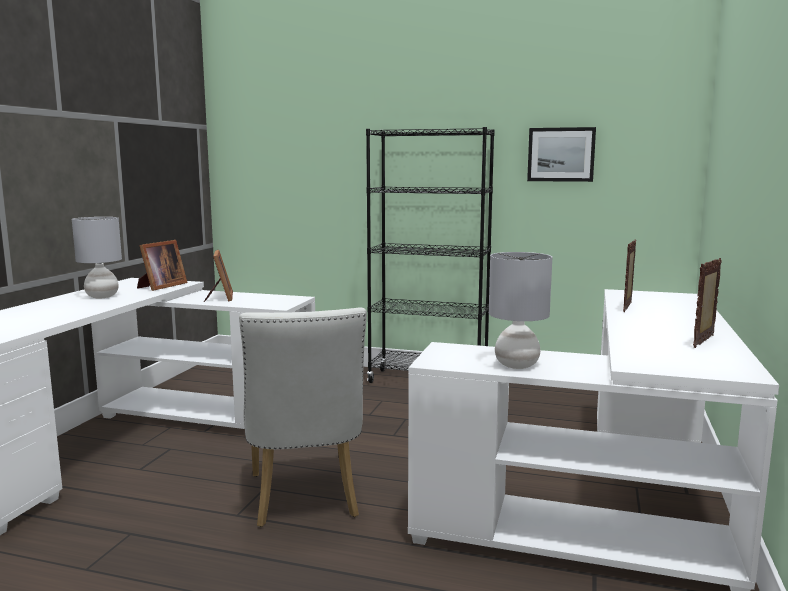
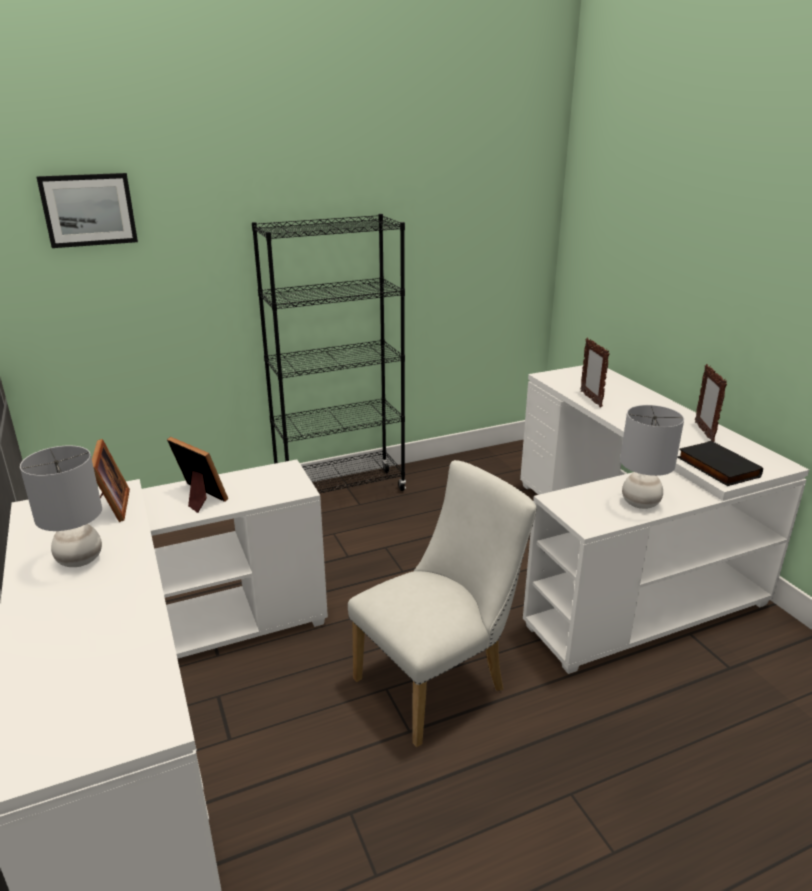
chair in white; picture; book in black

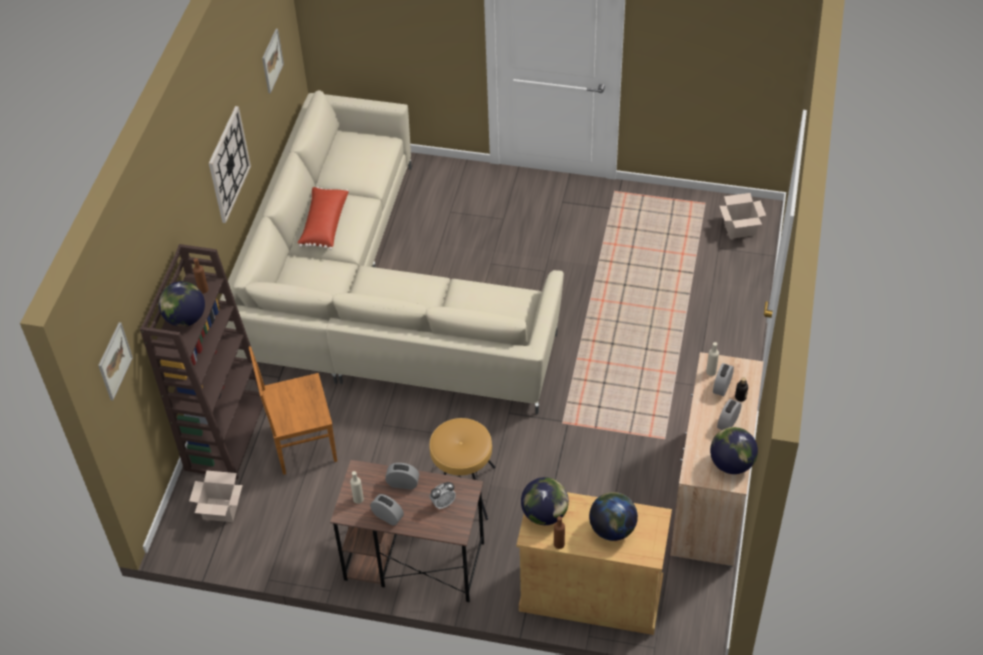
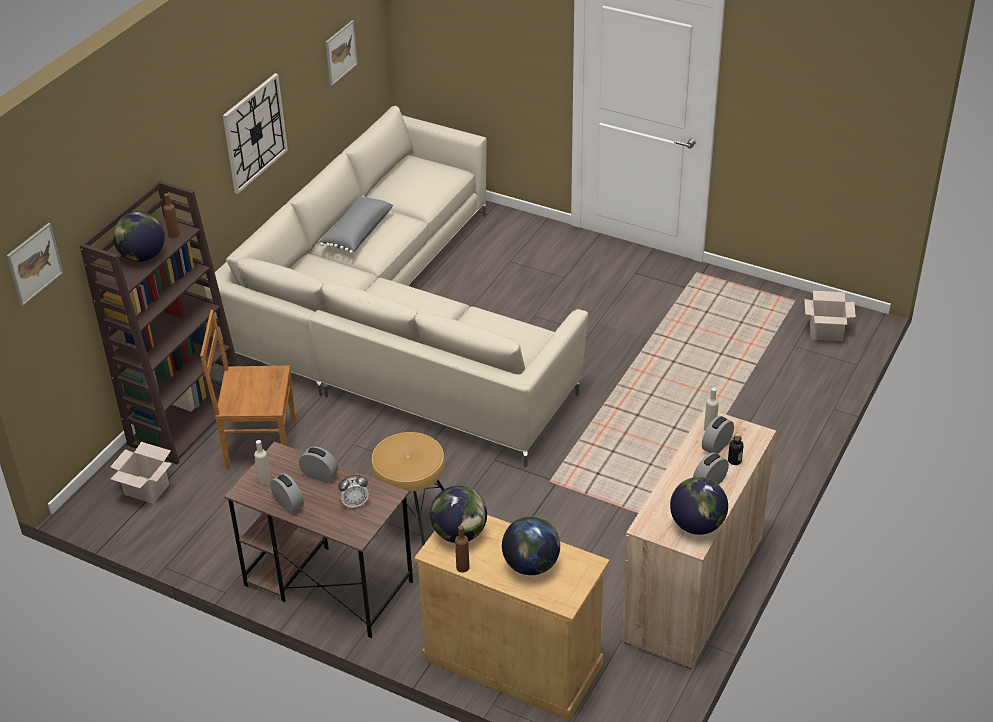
pillow in grey

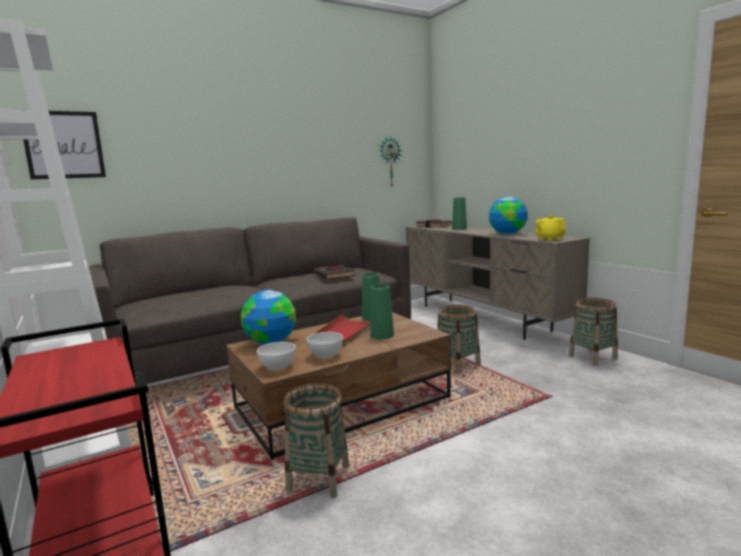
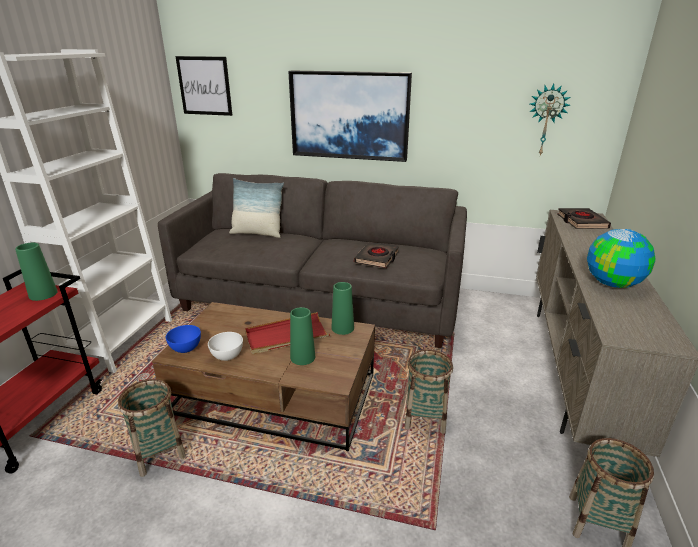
globe (1st from left in the first image); bowl in blue; vase in green (1st from left); teapot in yellow; pillow; picture (2nd from left)

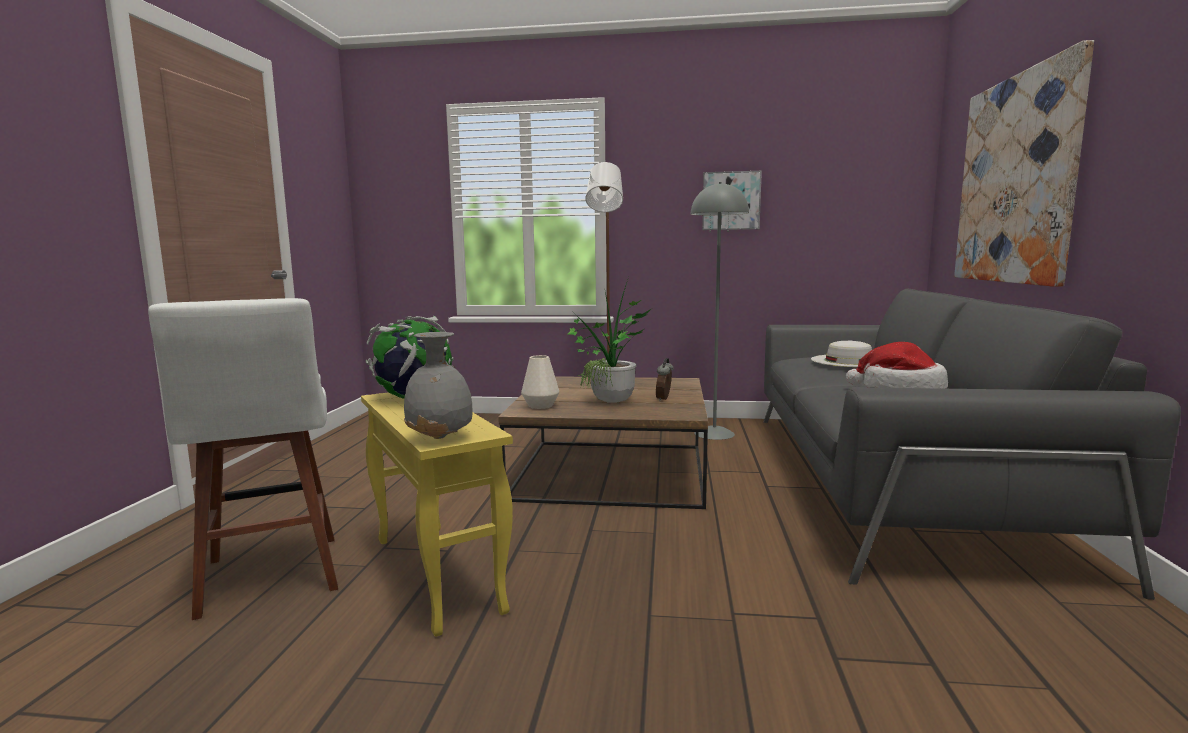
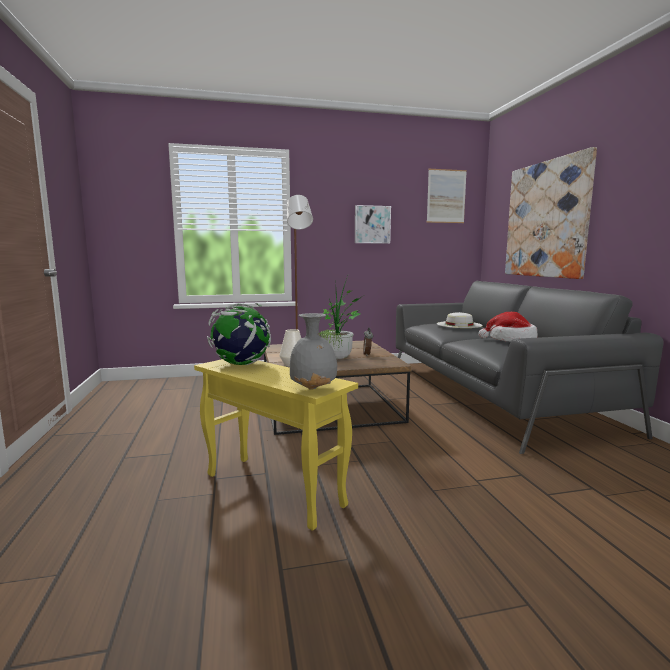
stool in white; floor lamp in grey; picture (2nd from left)

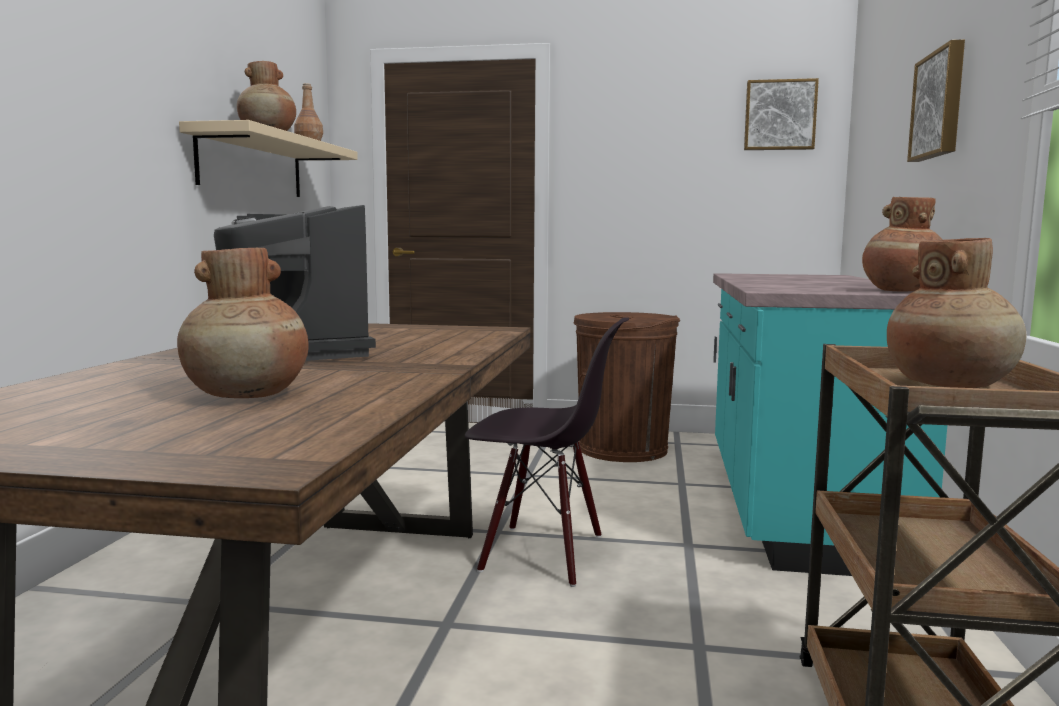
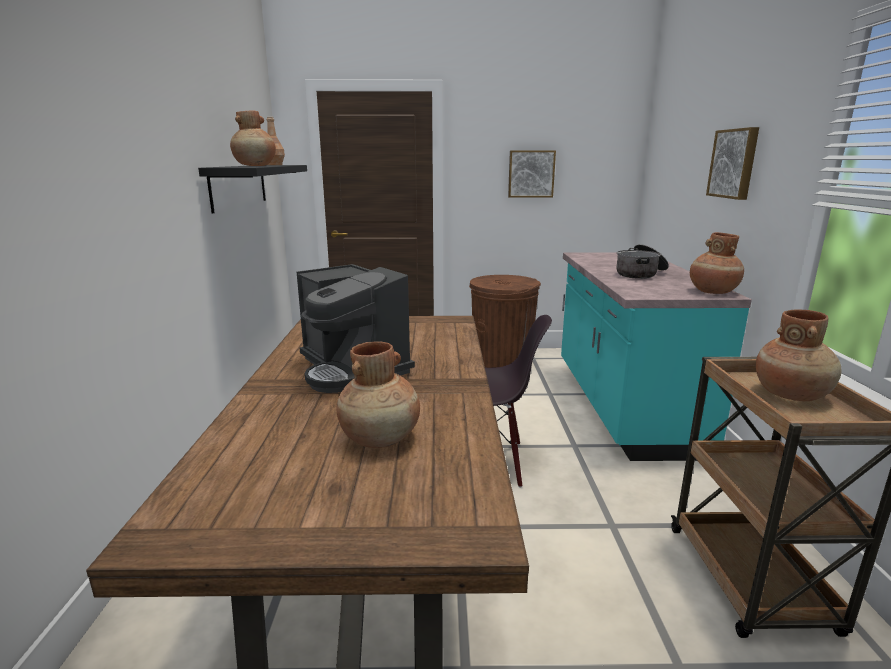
shelf in black; picture (1st from left); cooking pot

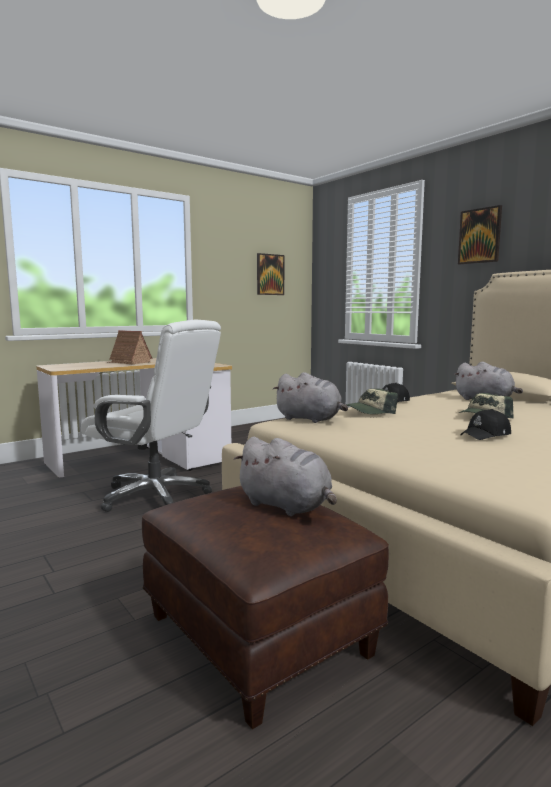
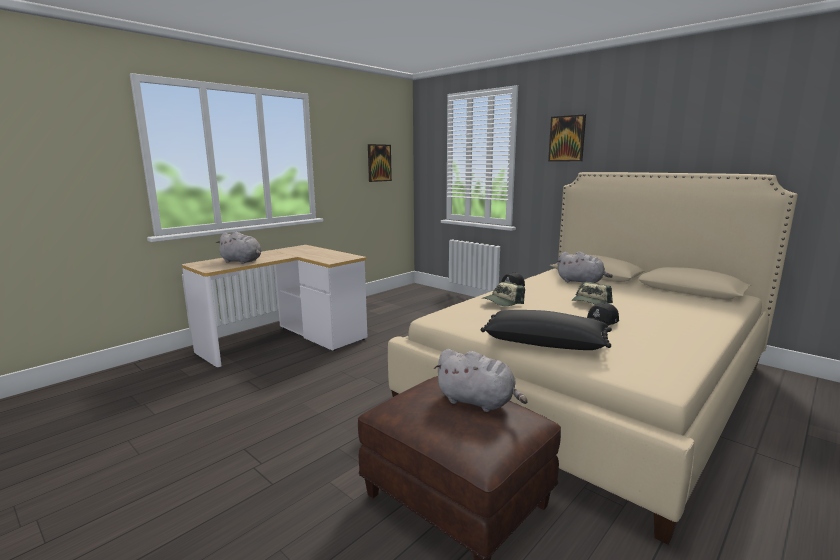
office chair in white; toy house; plush toy in grey (1st from left); pillow in black

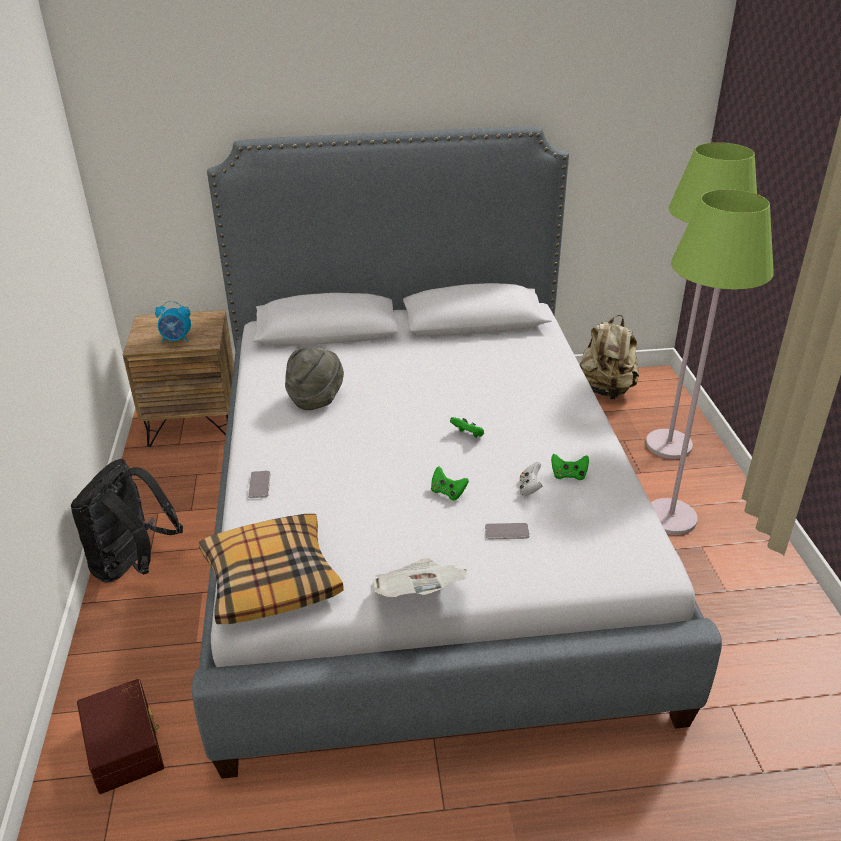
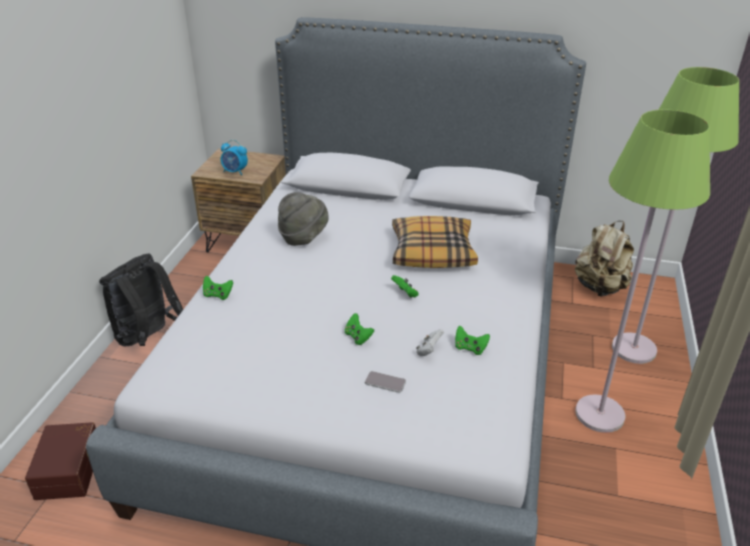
pillow; game controller in green (1st from left); newspaper

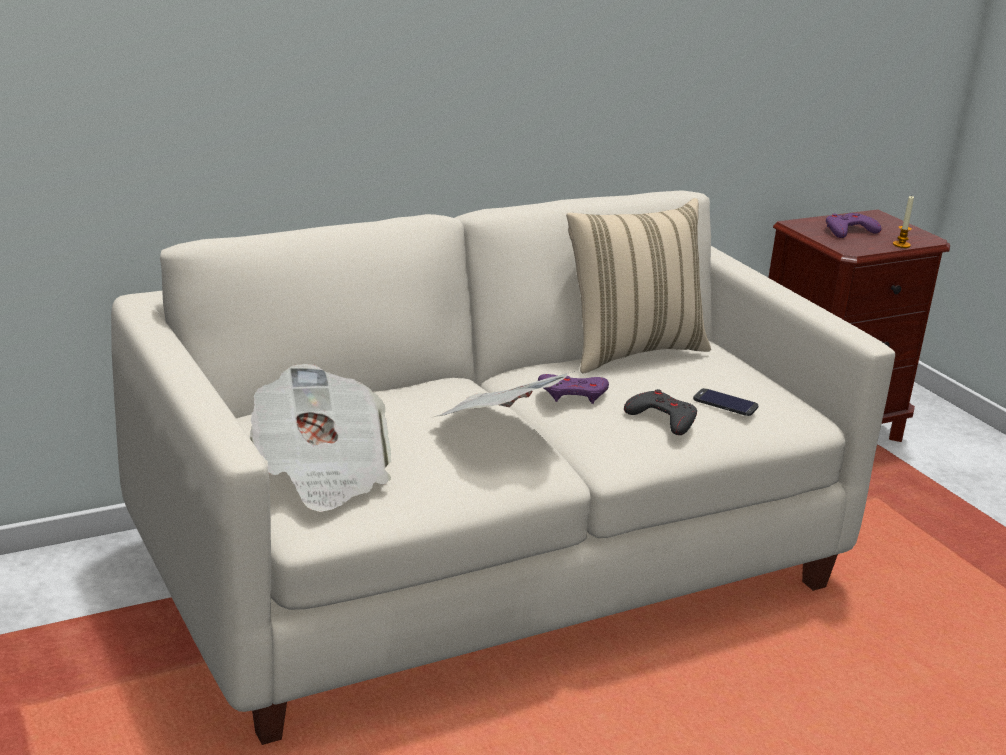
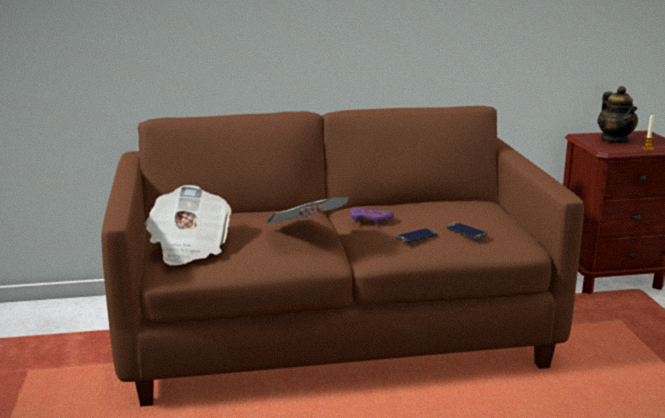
sofa in brown; pillow in beige; phone (1st from left); teapot

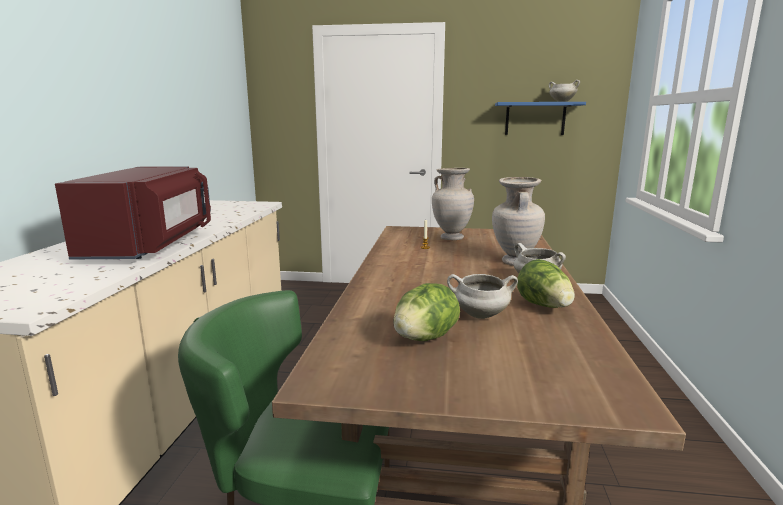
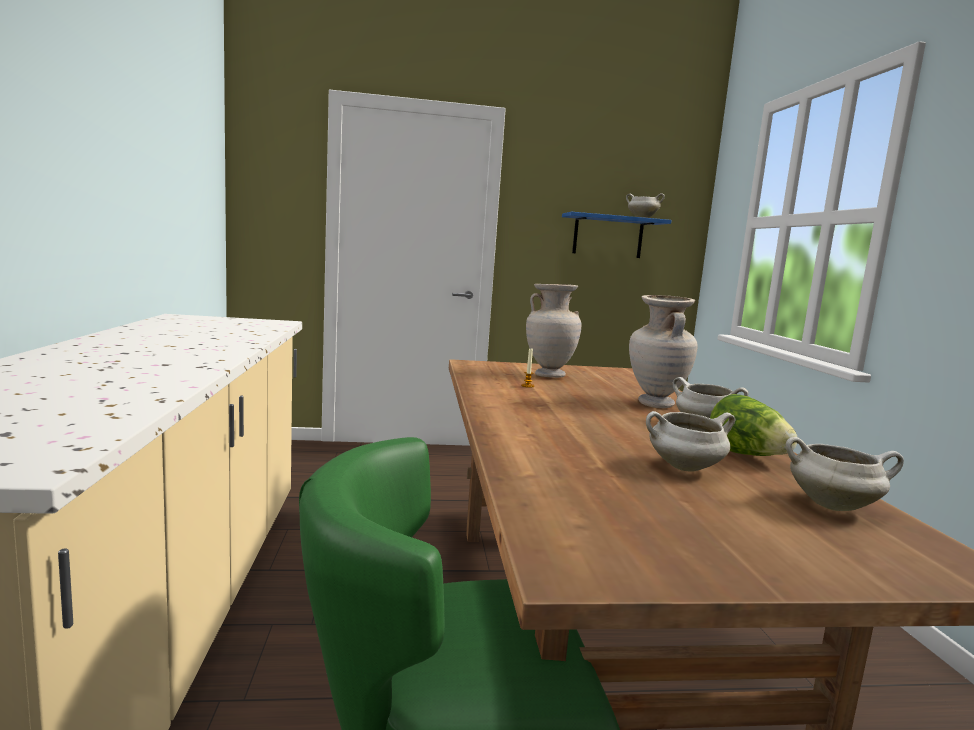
microwave in red; lettuce (1st from left in the first image); cooking pot in white (4th from left)

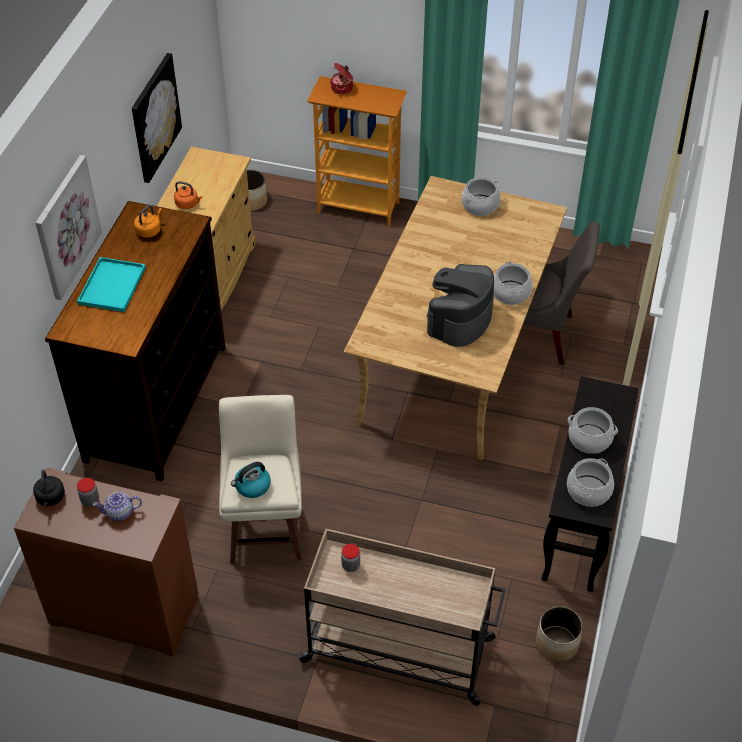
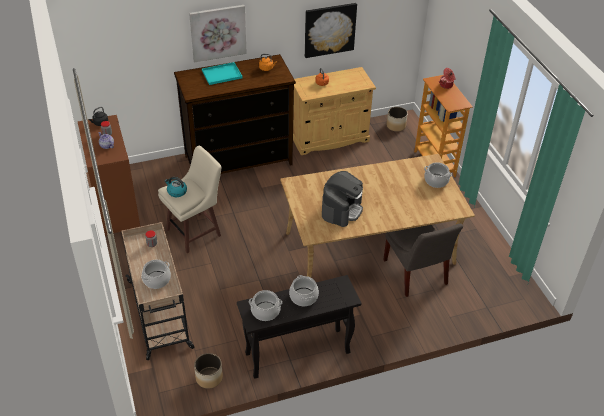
coffee machine; cooking pot (1st from left)

